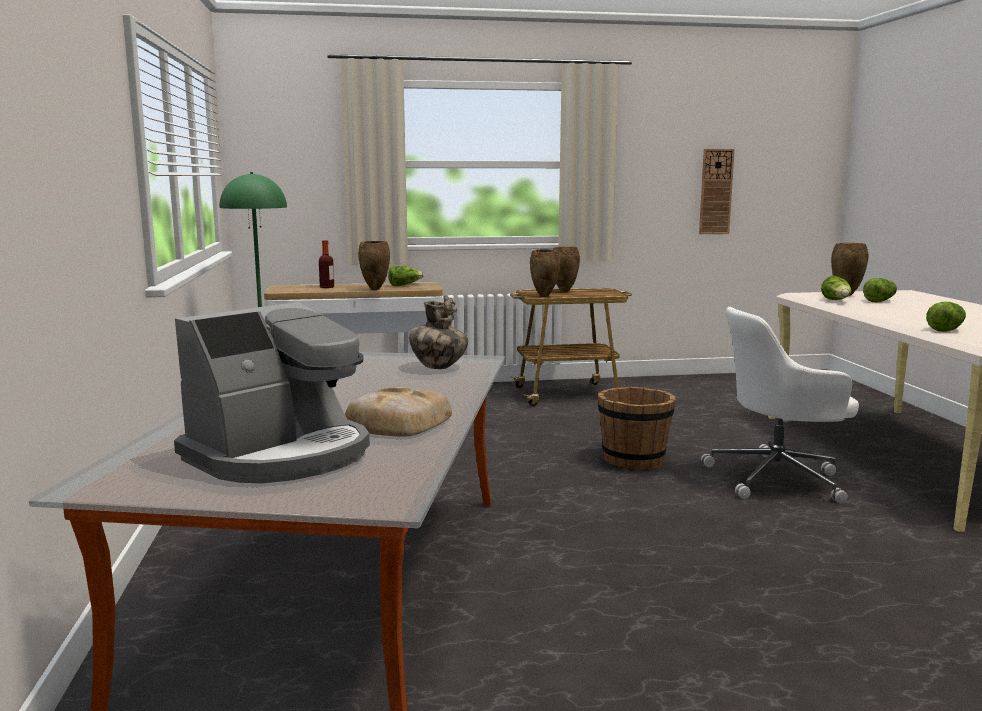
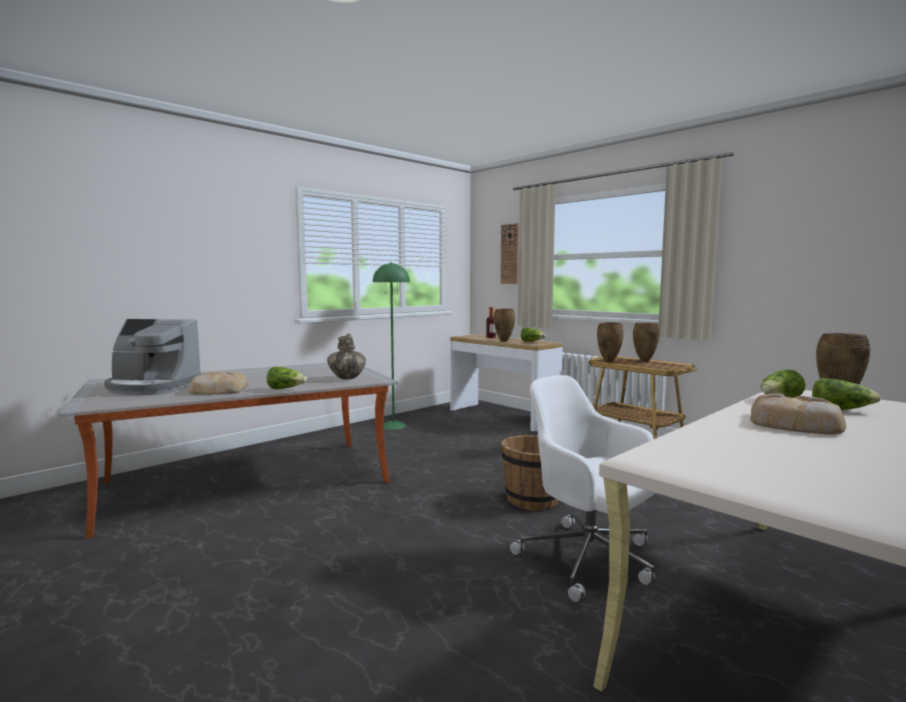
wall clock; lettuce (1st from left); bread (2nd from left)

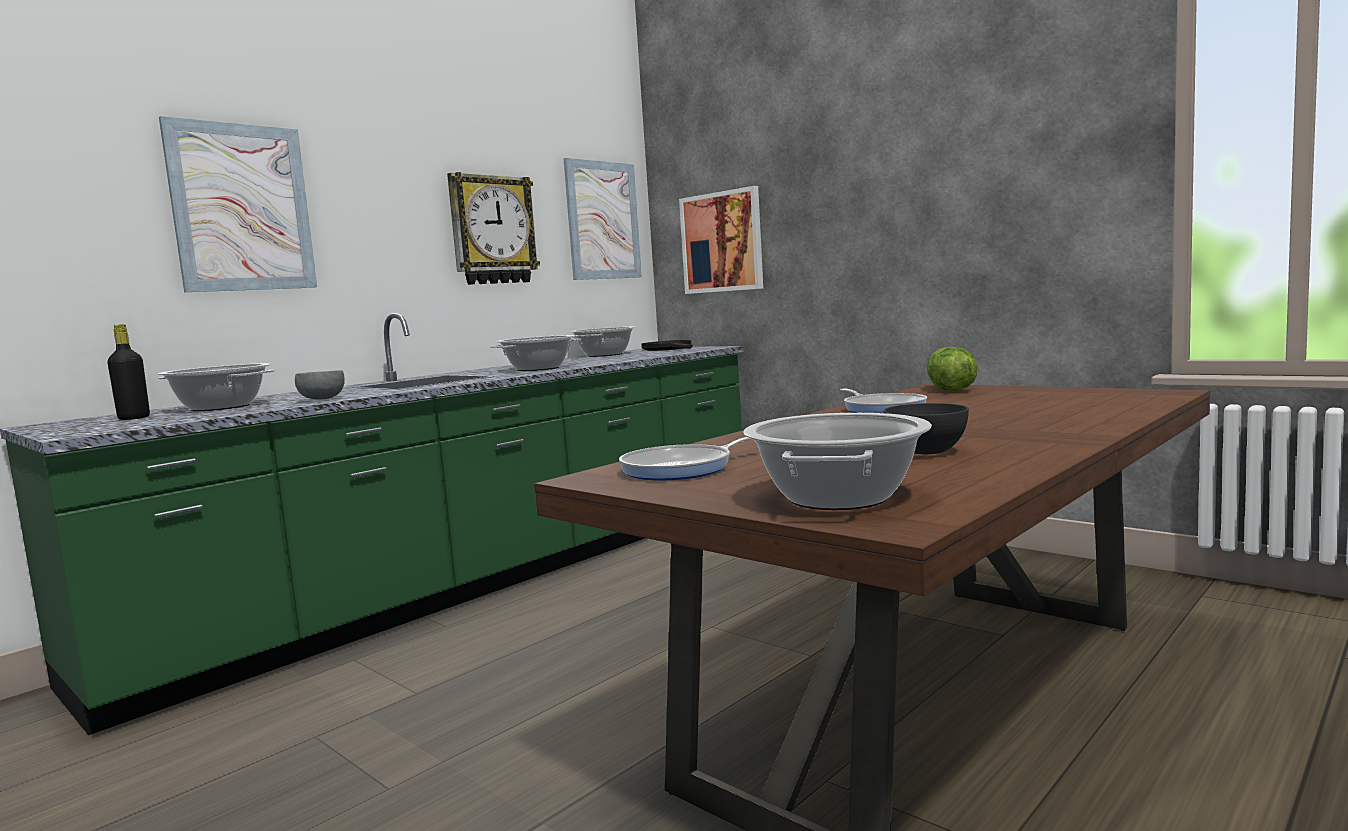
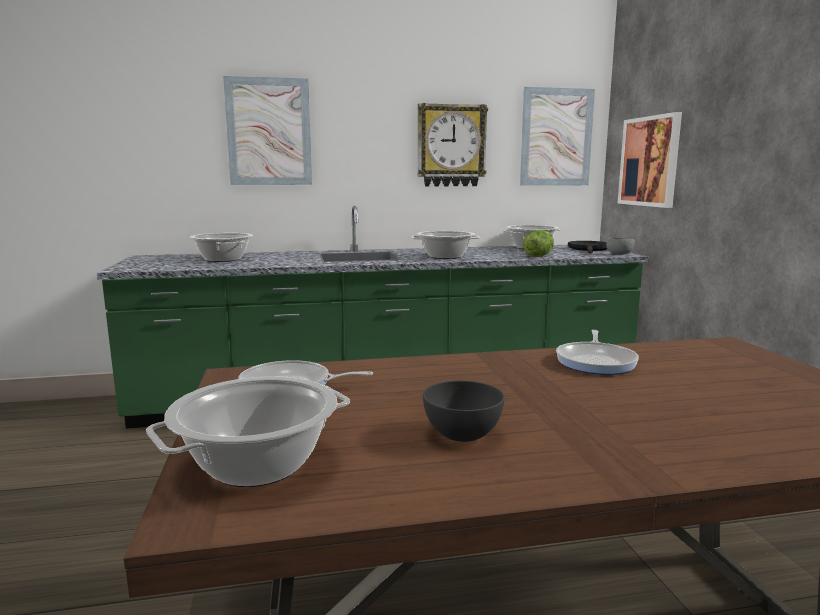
bottle in black; bowl in grey (2nd from left); lettuce

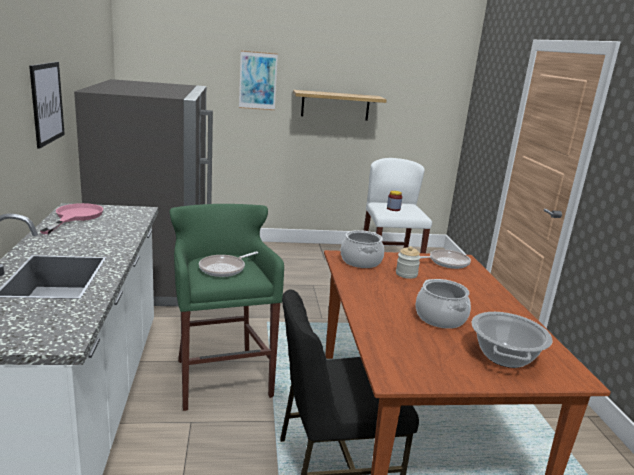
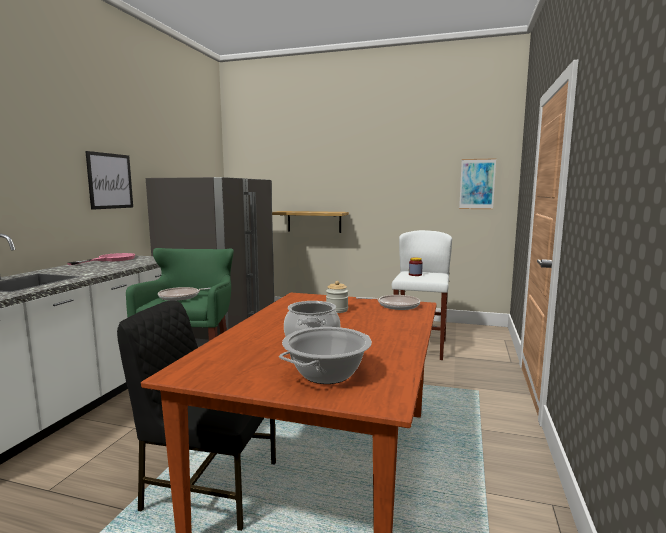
picture (2nd from left); shelf; cooking pot (1st from left in the first image)

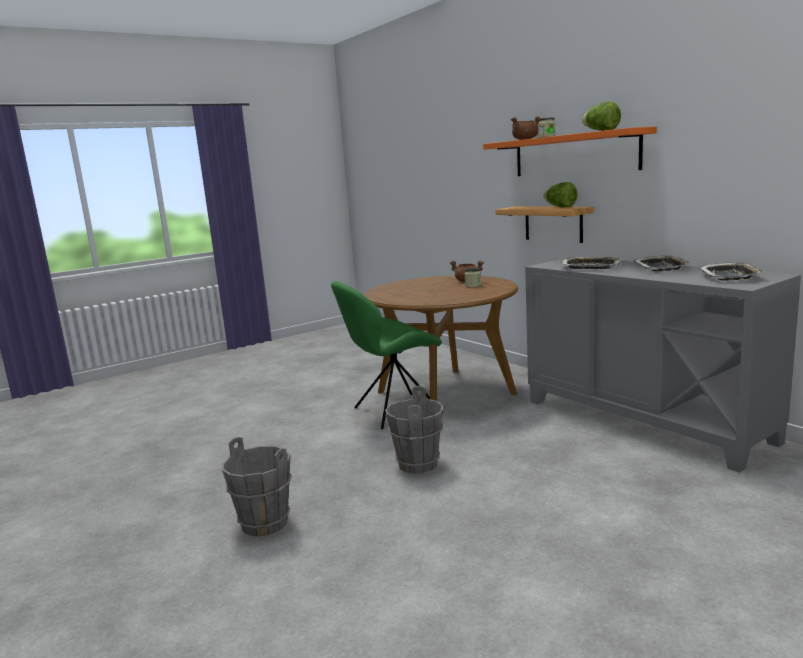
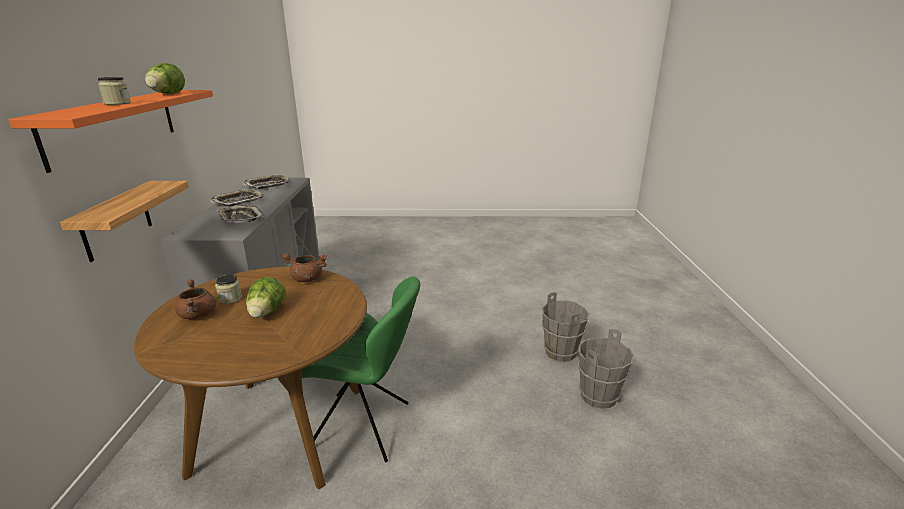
bucket in grey (2nd from left); cooking pot in brown (2nd from left); lettuce (2nd from left)

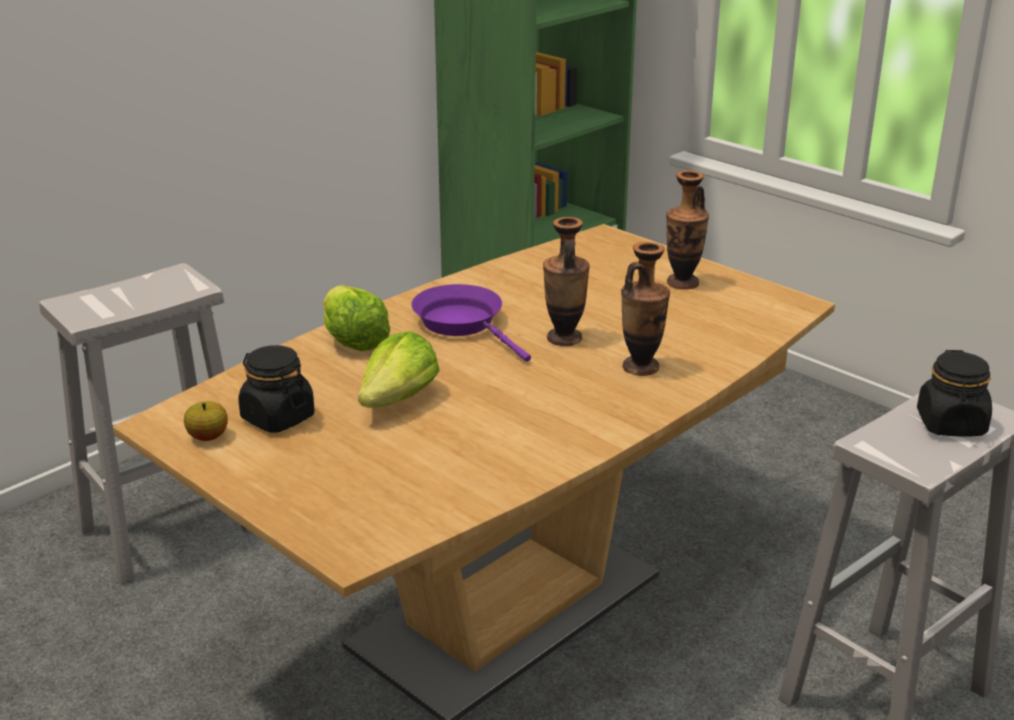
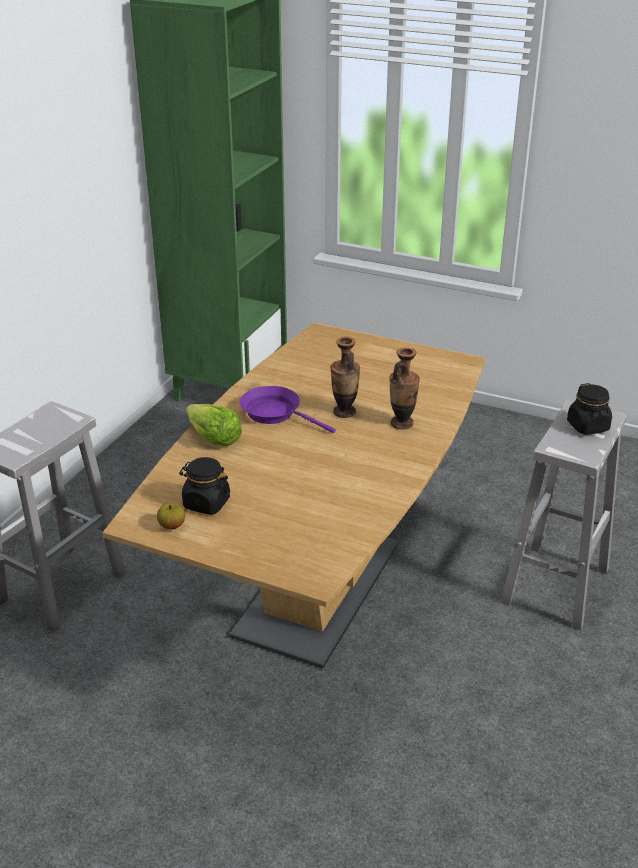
lettuce (2nd from left in the first image); vase (3rd from left in the first image)

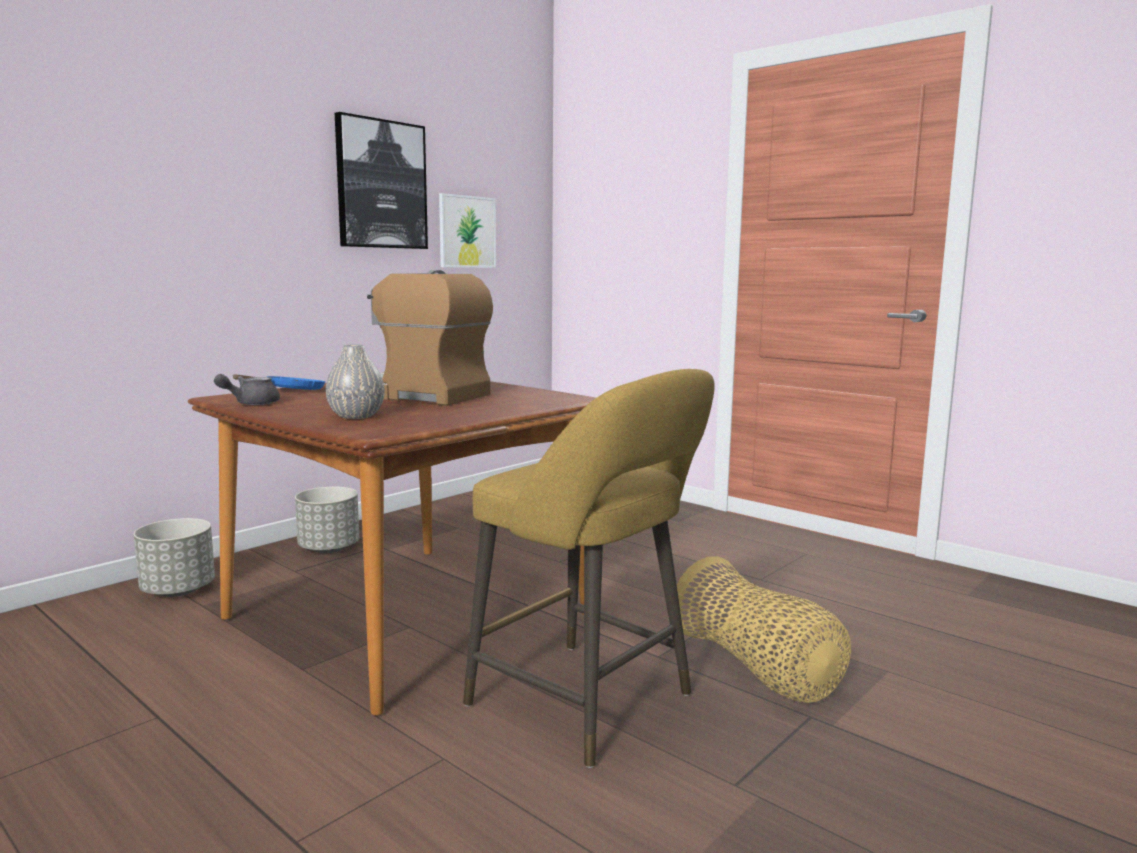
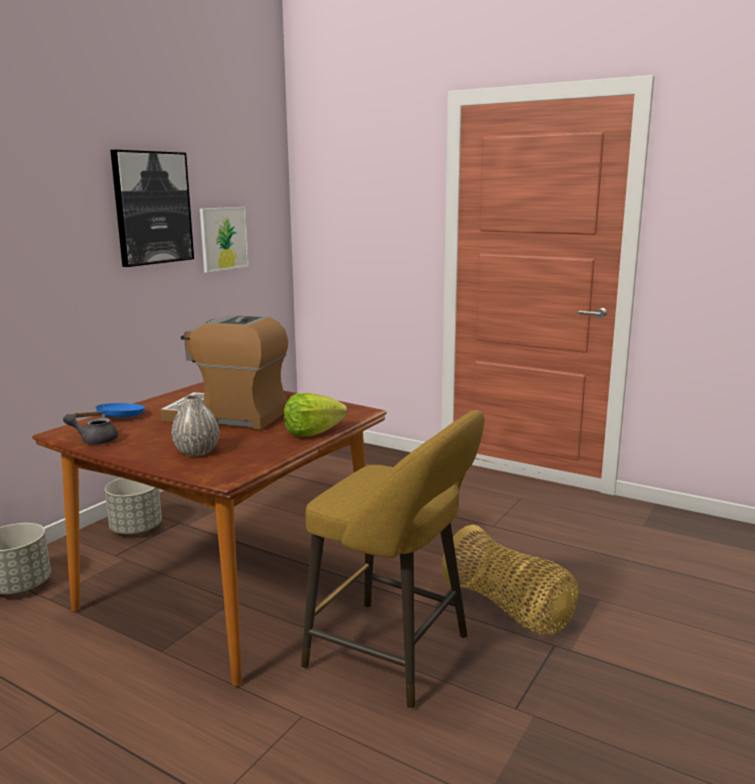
teapot in grey; lettuce

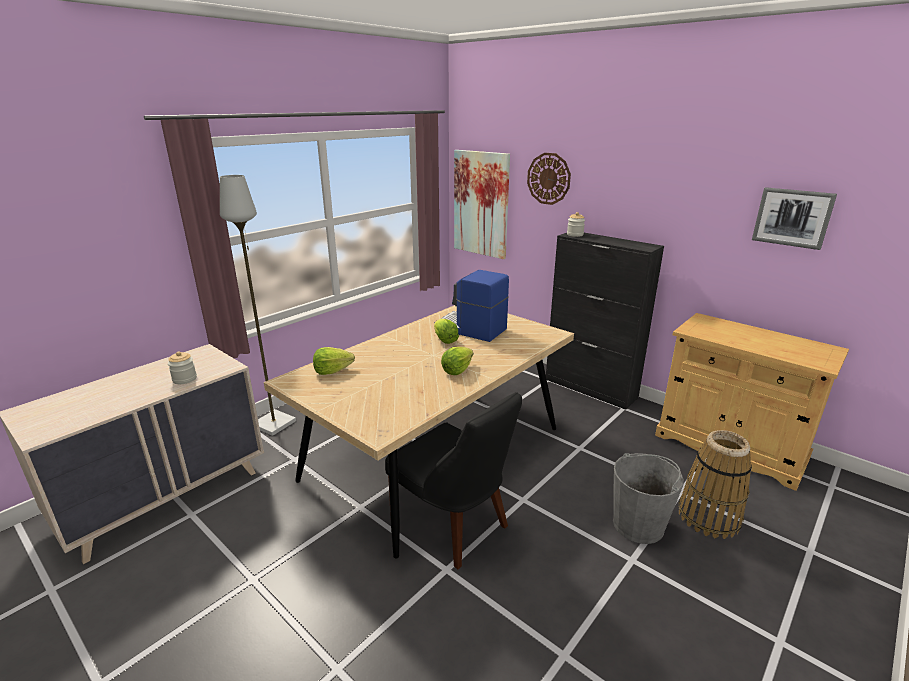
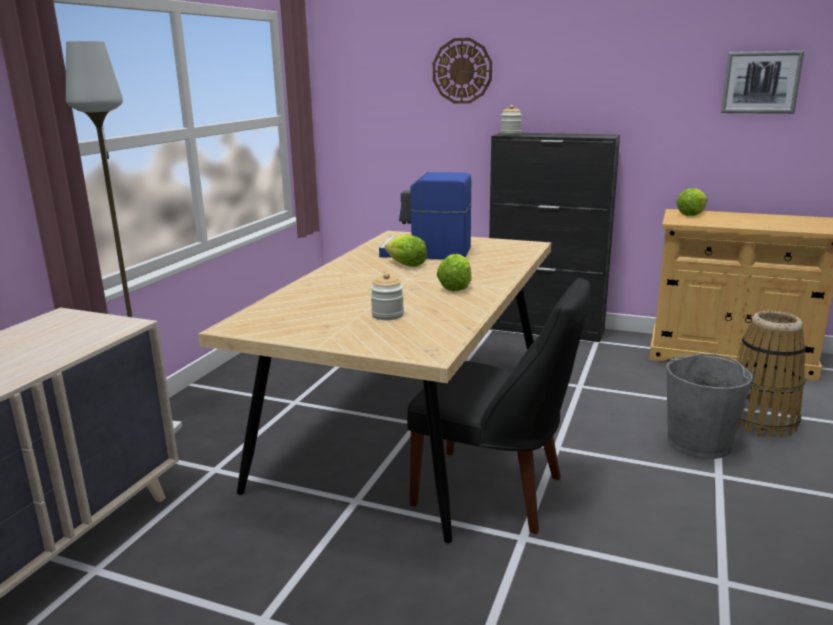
jar (1st from left); lettuce (3rd from left); picture (1st from left in the first image)

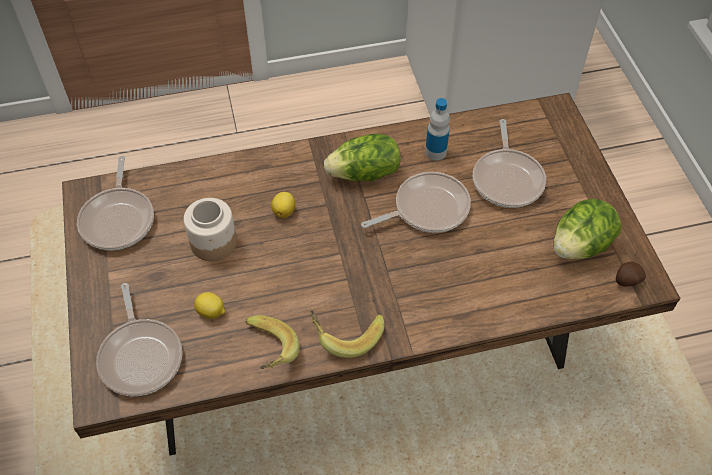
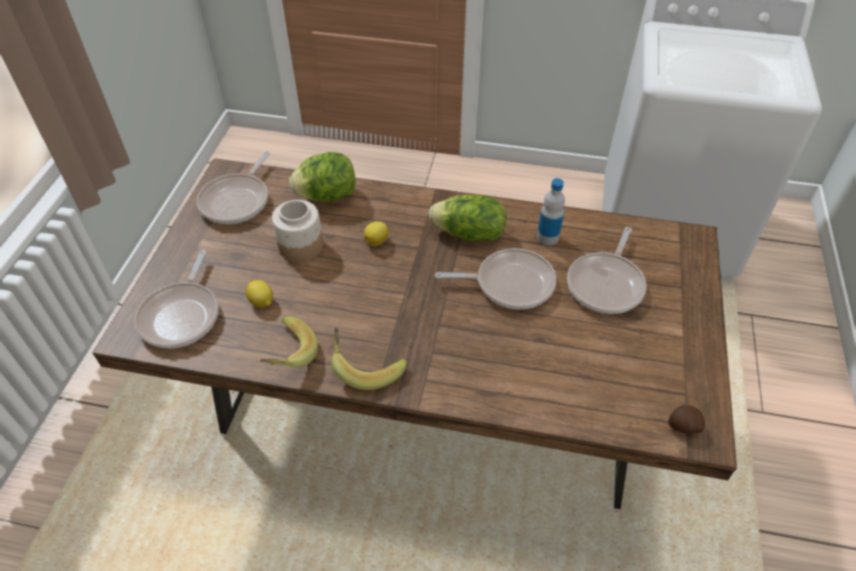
lettuce (1st from left)

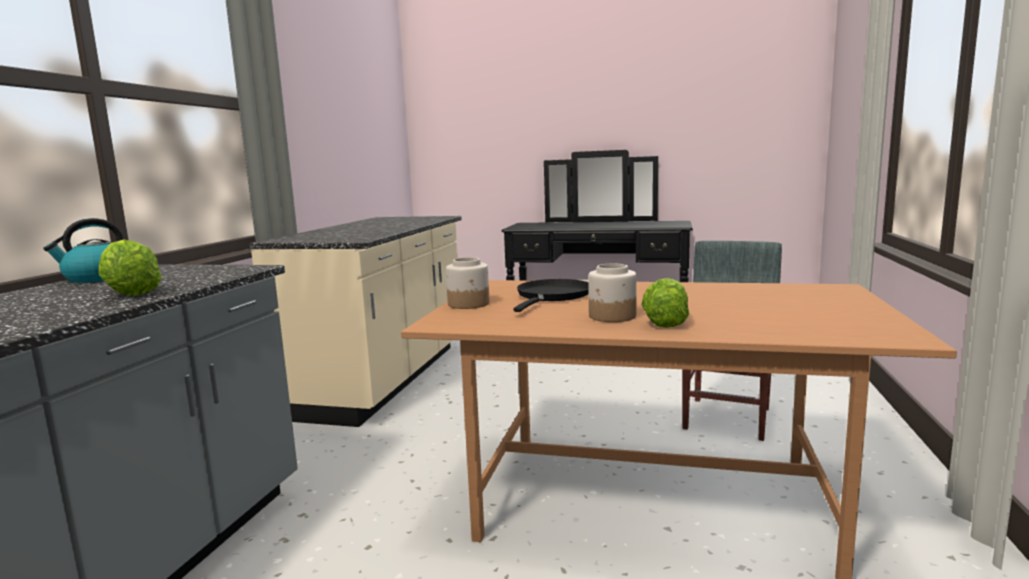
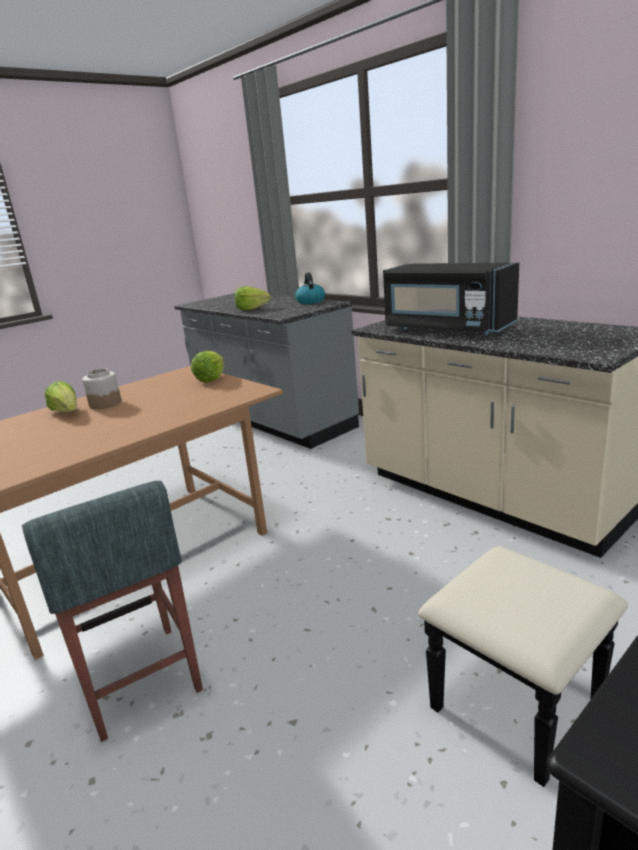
lettuce (2nd from left); frying pan in black; microwave in black

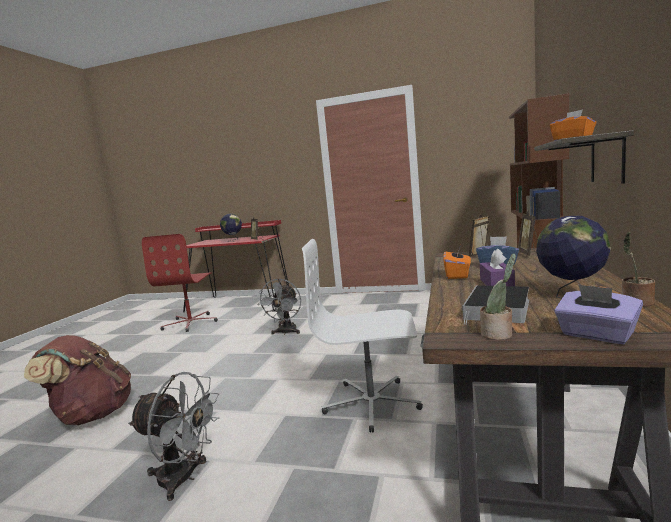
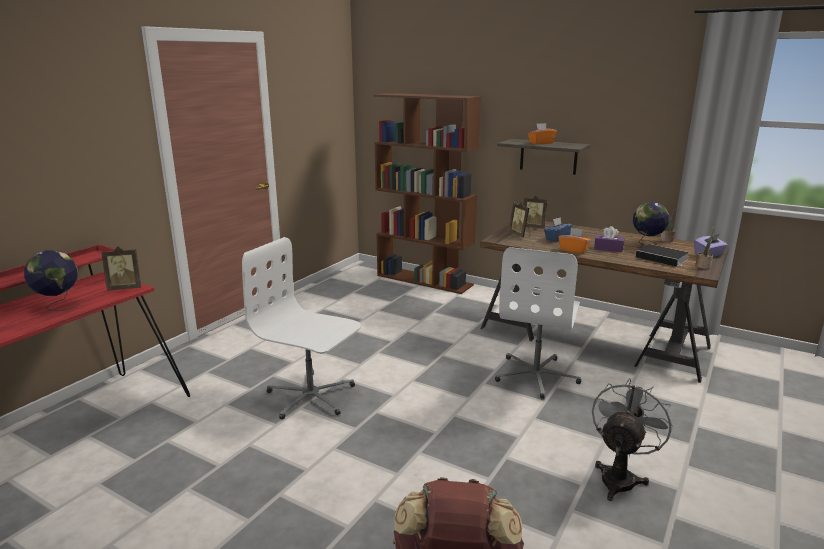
office chair in red; office chair in white (1st from left)

